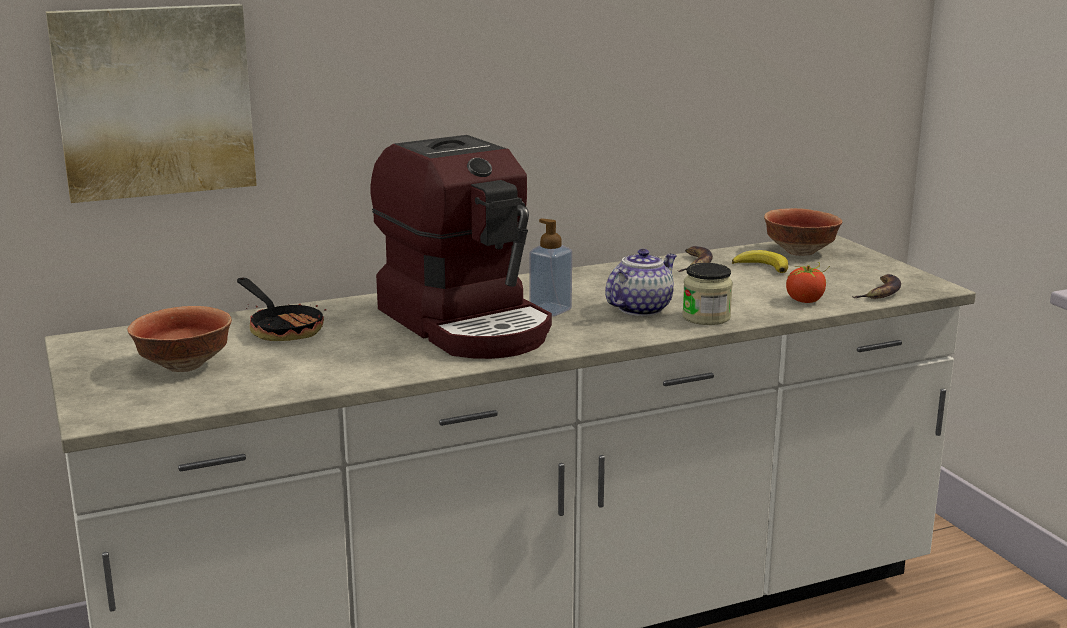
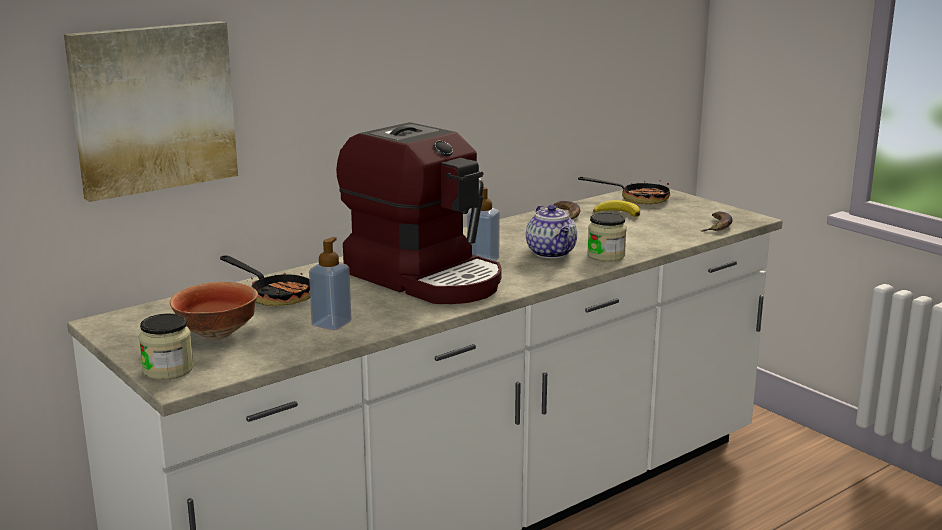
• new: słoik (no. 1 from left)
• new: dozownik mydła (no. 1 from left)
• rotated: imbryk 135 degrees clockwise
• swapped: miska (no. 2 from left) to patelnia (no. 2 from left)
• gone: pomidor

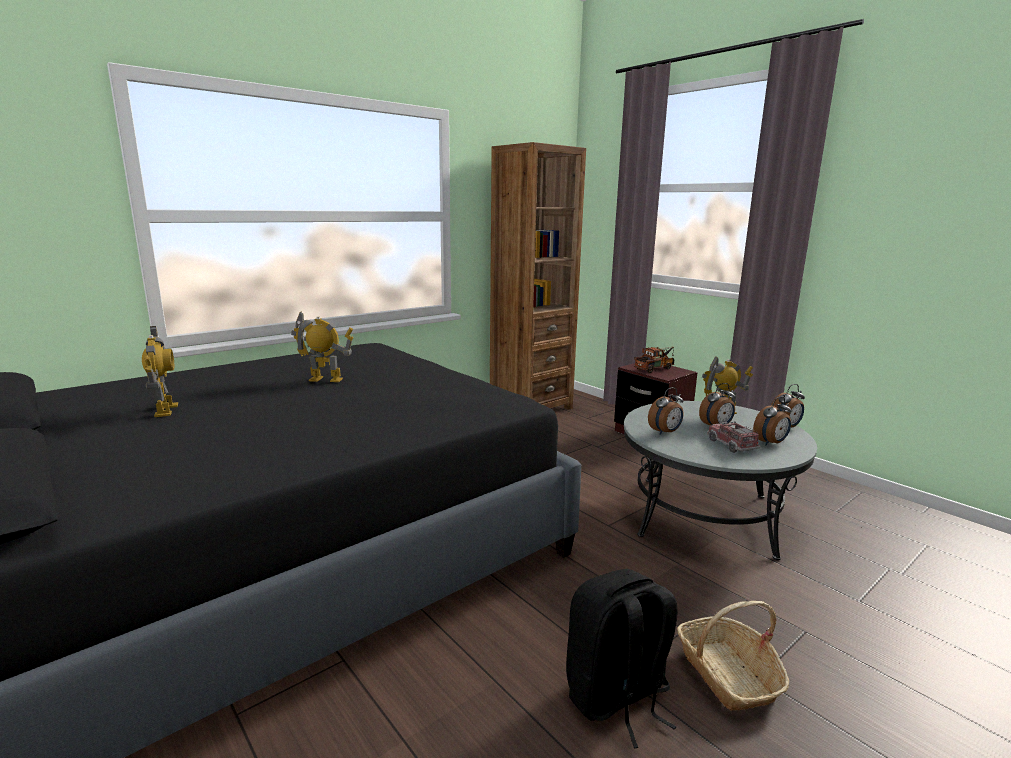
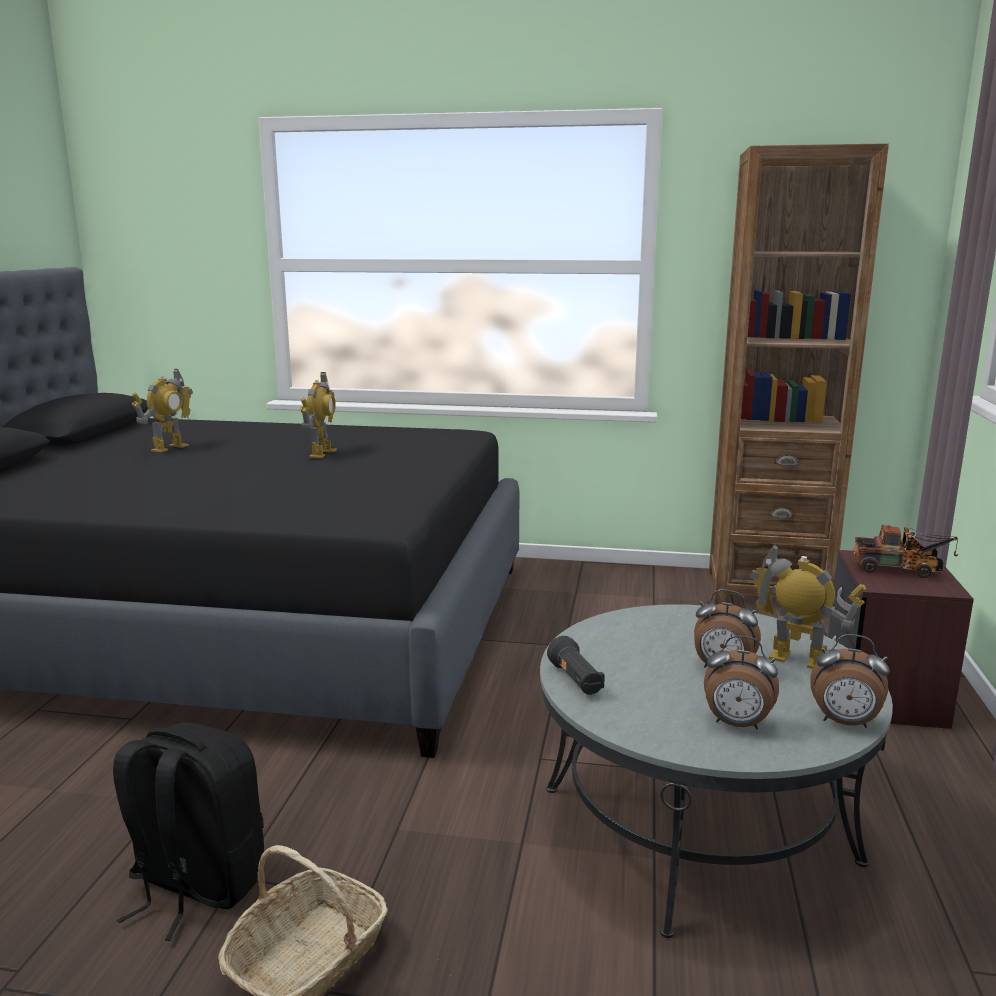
• rotated: robot zabawkowy (no. 2 from left) 45 degrees clockwise
• new: latarka (czarny)
• gone: budzik (no. 1 from left)
• gone: ciężarówka zabawkowa (no. 2 from left)

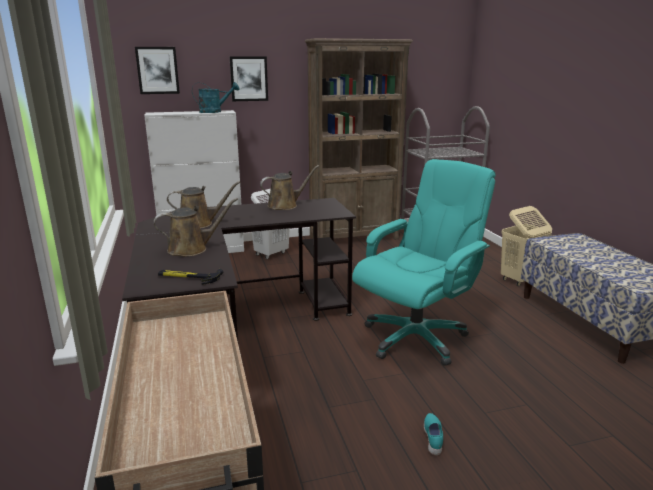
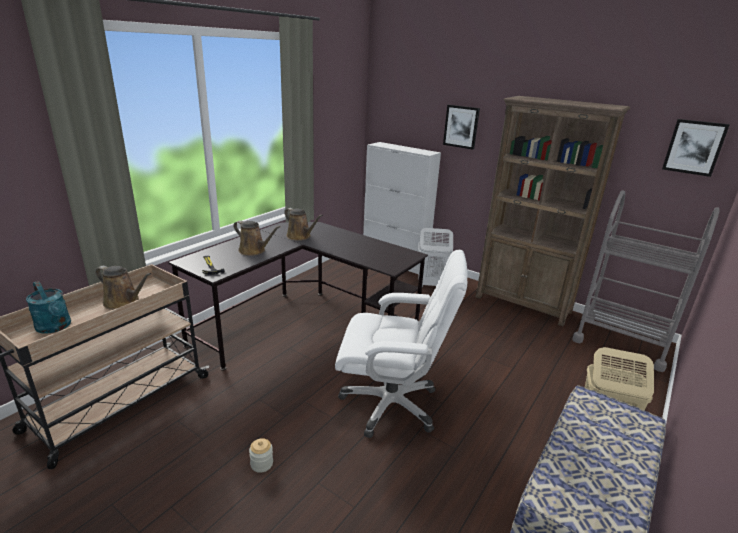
• shifted: konewka (turkusowy)
• shifted: konewka (brązowy) (no. 3 from left in the first image) to konewka (brązowy) (no. 1 from left)
• swapped: but (turkusowy) to słoik
• repainted: krzesło biurowe (turkusowy) to krzesło biurowe (biały)
• shifted: obraz (no. 1 from left in the first image) to obraz (no. 2 from left)

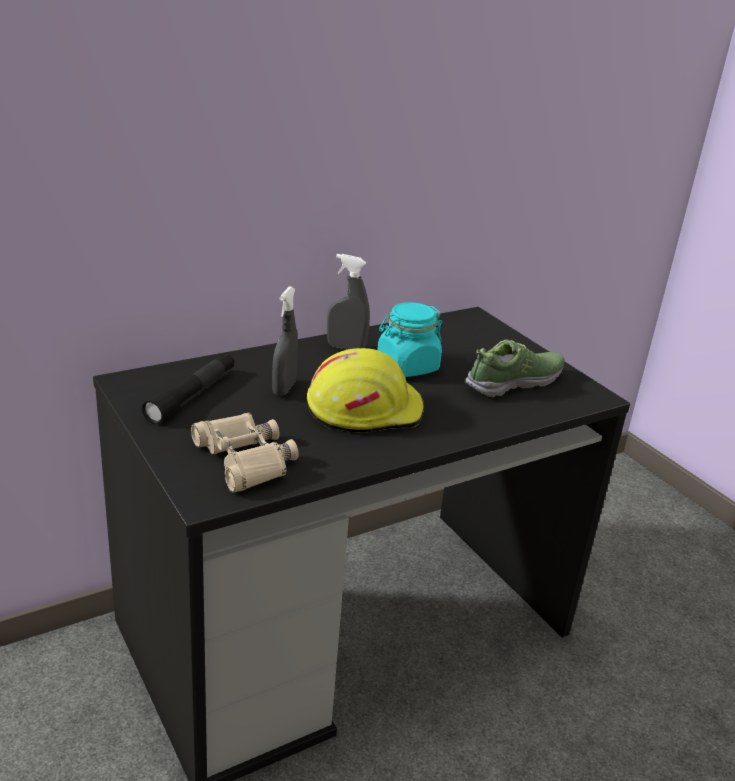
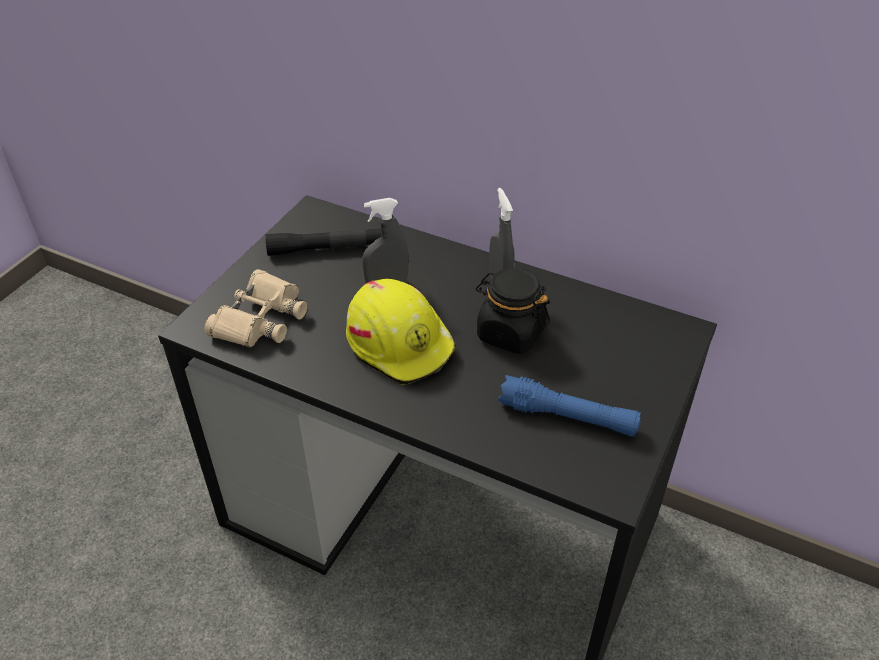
• repainted: słoik (turkusowy) to słoik (czarny)
• swapped: but to latarka (niebieski)

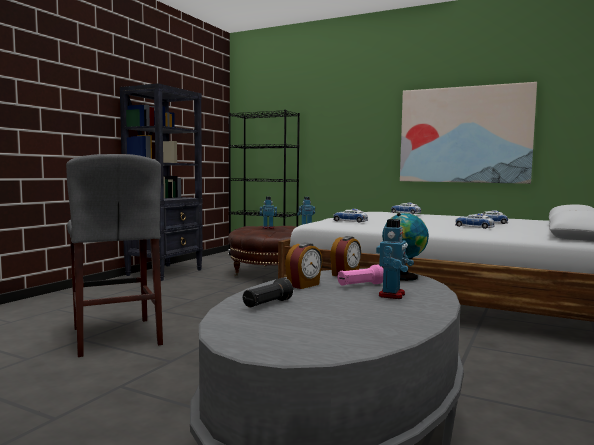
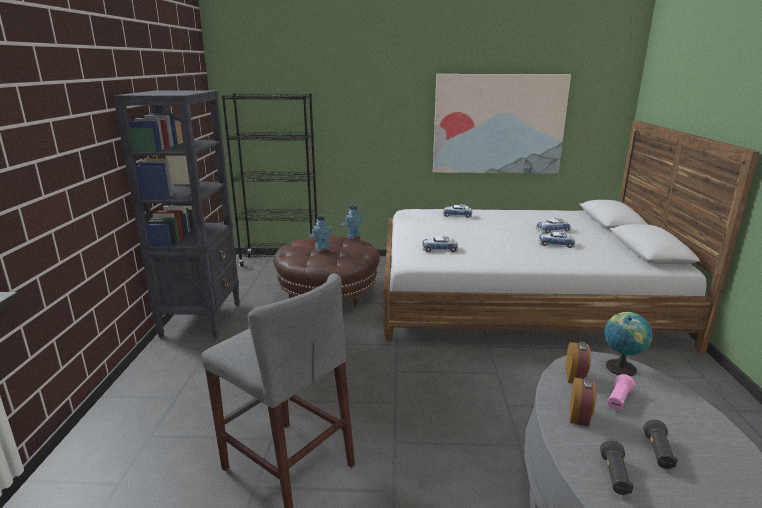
• new: latarka (czarny) (no. 2 from left)
• gone: robot zabawkowy (no. 3 from left)

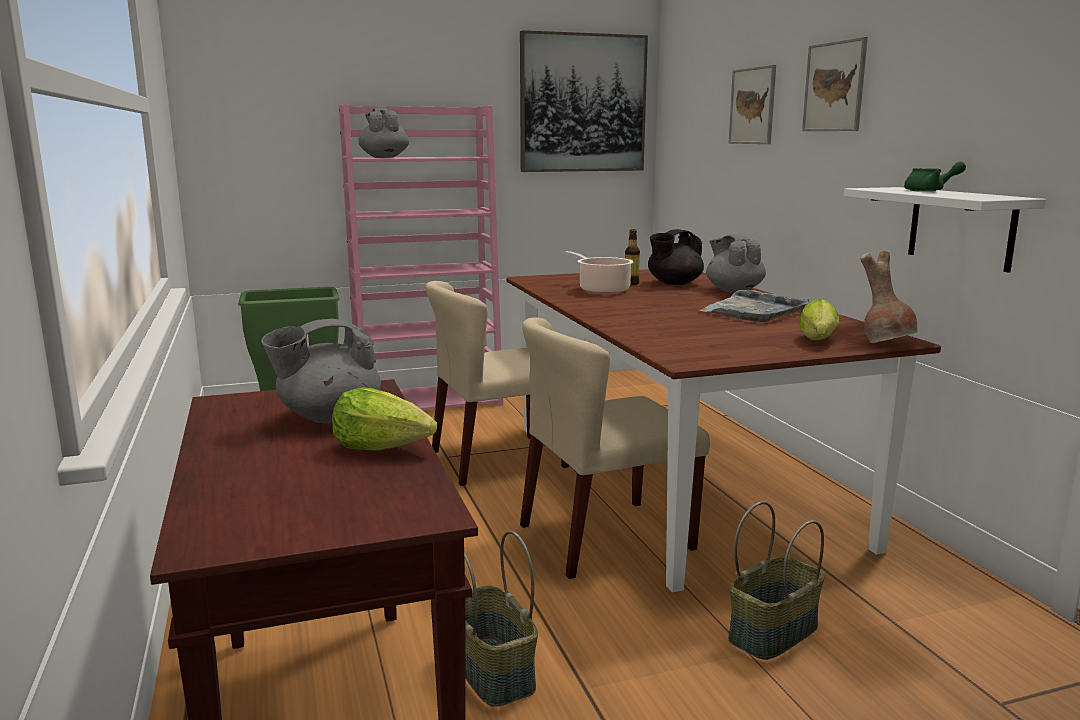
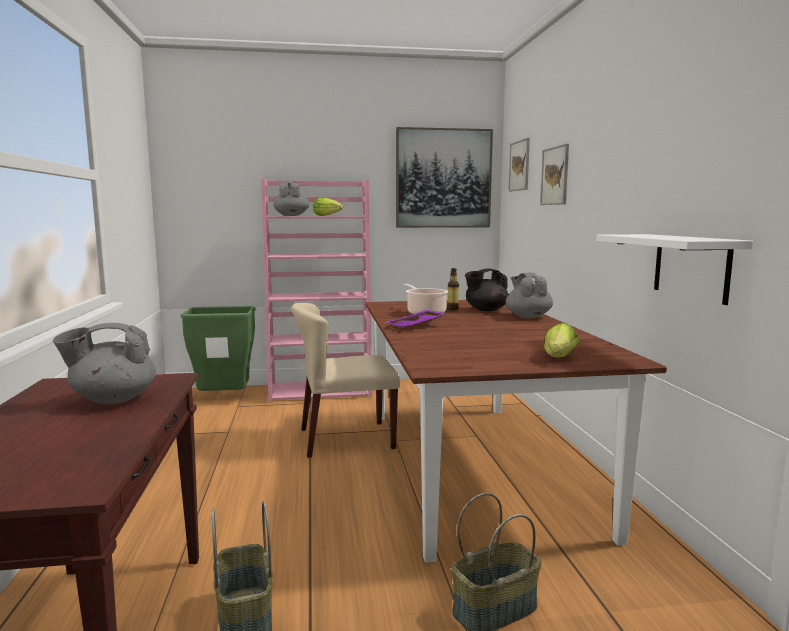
• shifted: sałata (no. 1 from left)
• new: taca (fioletowy)
• shifted: obraz (no. 3 from left in the first image) to obraz (no. 2 from left)
• gone: krzesło (beżowy) (no. 2 from left)
• gone: taca (szary)
• gone: wazon (brązowy)
• gone: imbryk (zielony)

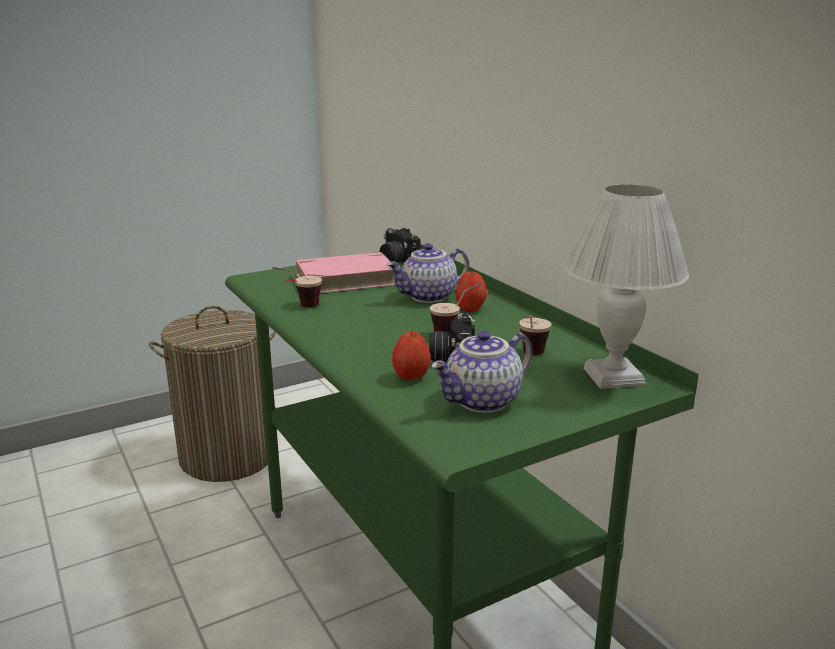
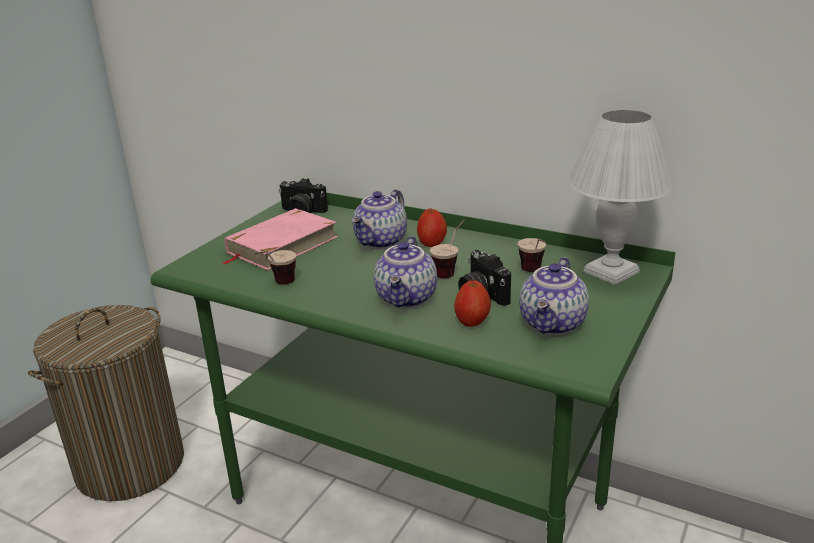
• new: imbryk (no. 2 from left)

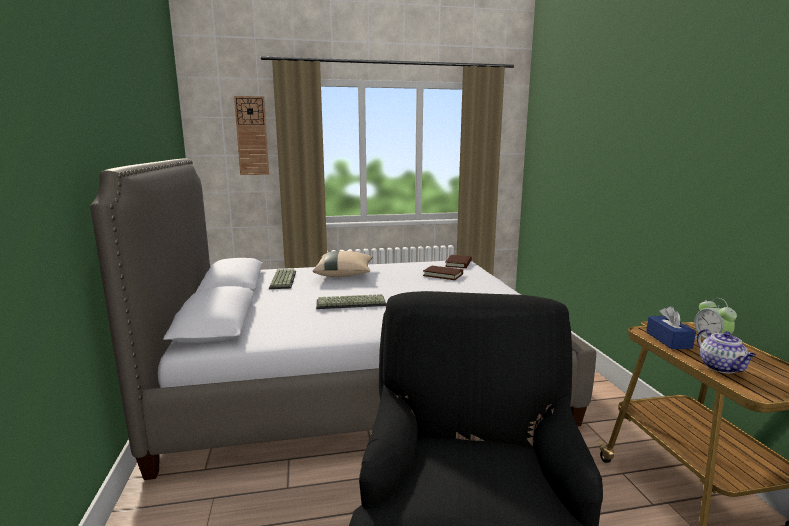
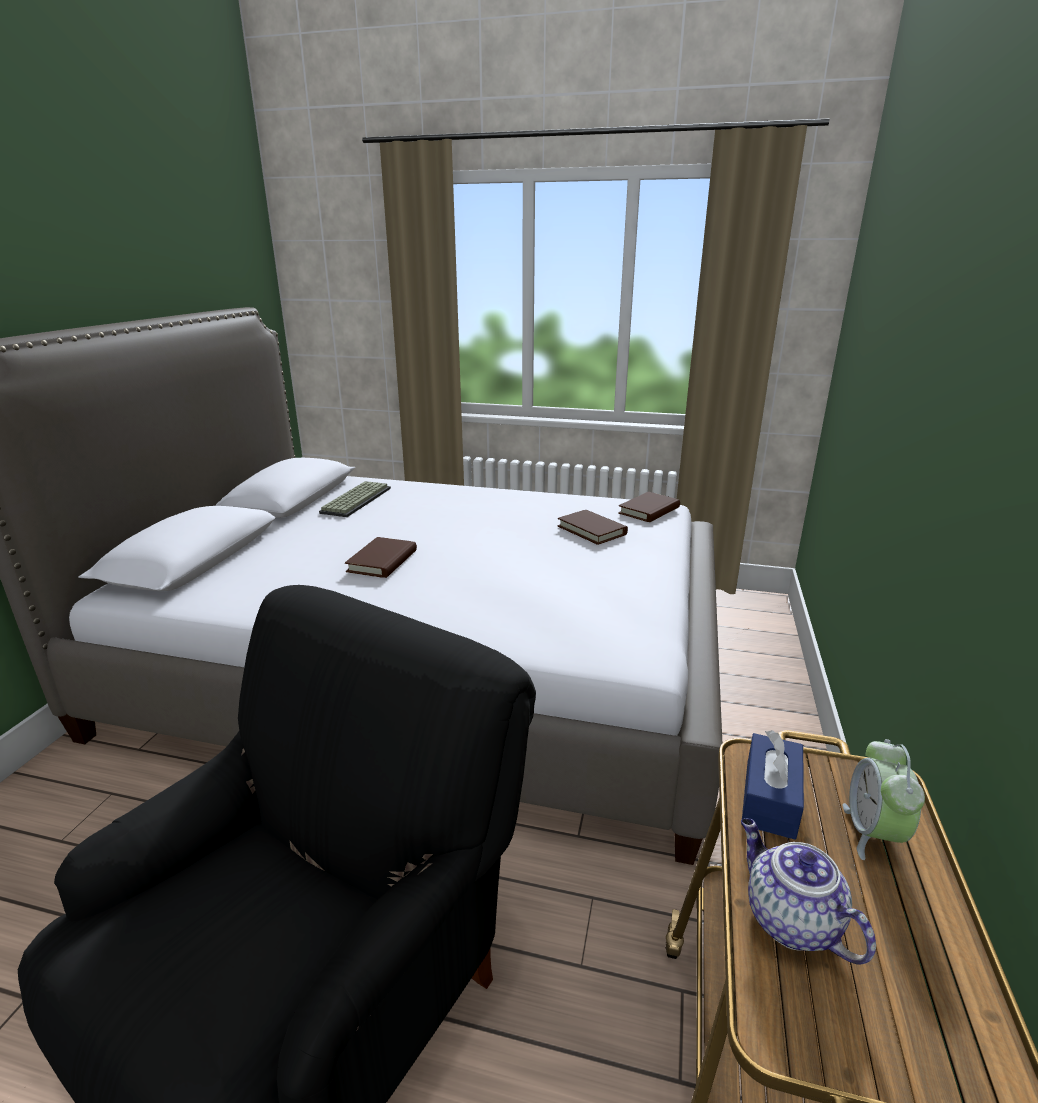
• swapped: klawiatura (no. 2 from left) to książka (brązowy) (no. 1 from left)
• rotated: imbryk 135 degrees clockwise
• gone: zegar ścienny
• gone: poduszka (beżowy)

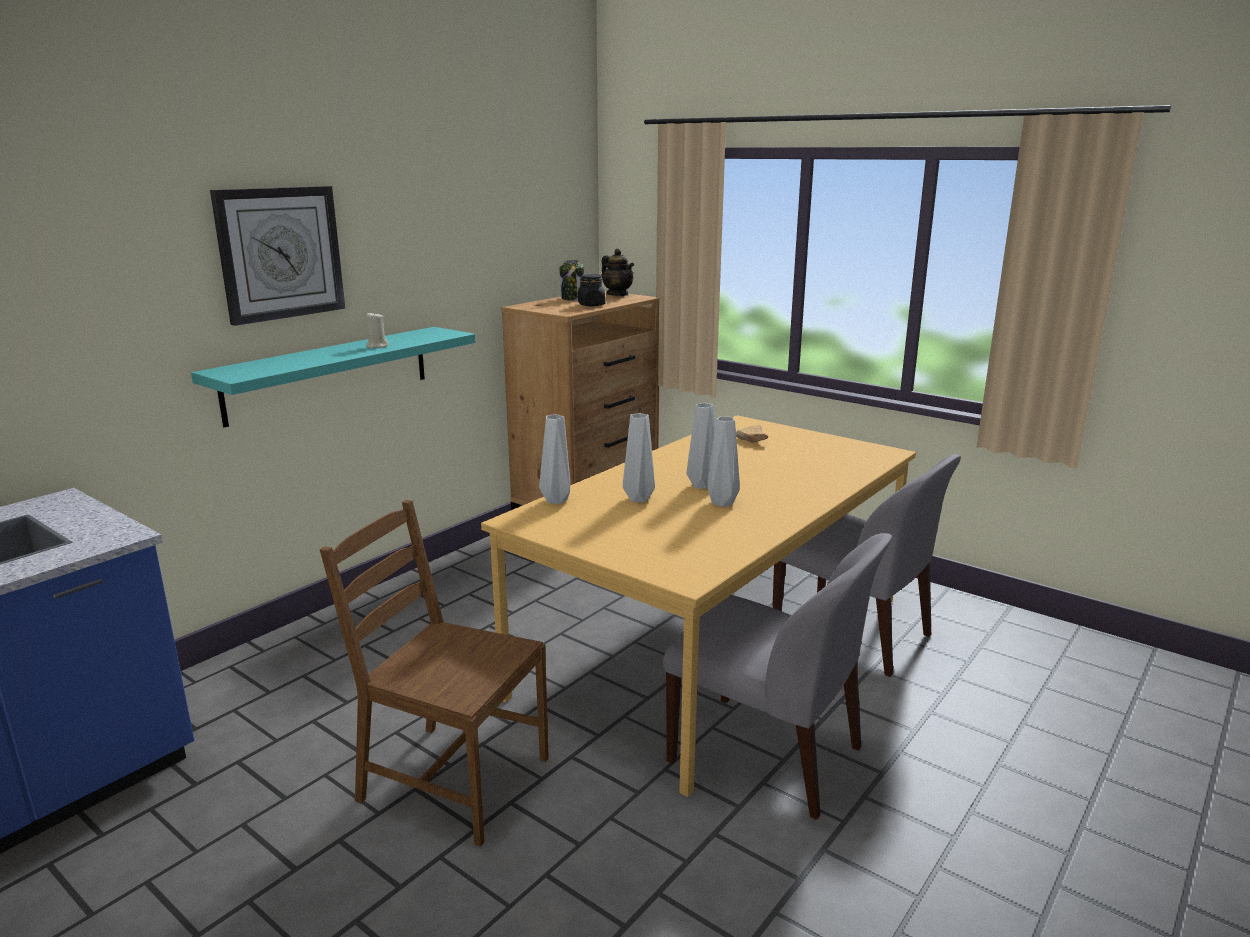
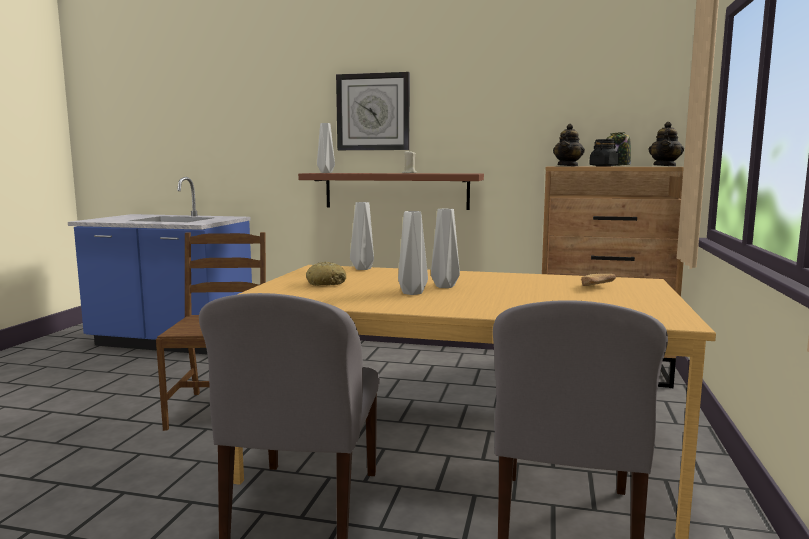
• repainted: półka (turkusowy) to półka (brązowy)
• new: chleb (no. 1 from left)
• shifted: wazon (szary) (no. 2 from left in the first image) to wazon (szary) (no. 1 from left)
• new: imbryk (no. 1 from left)

